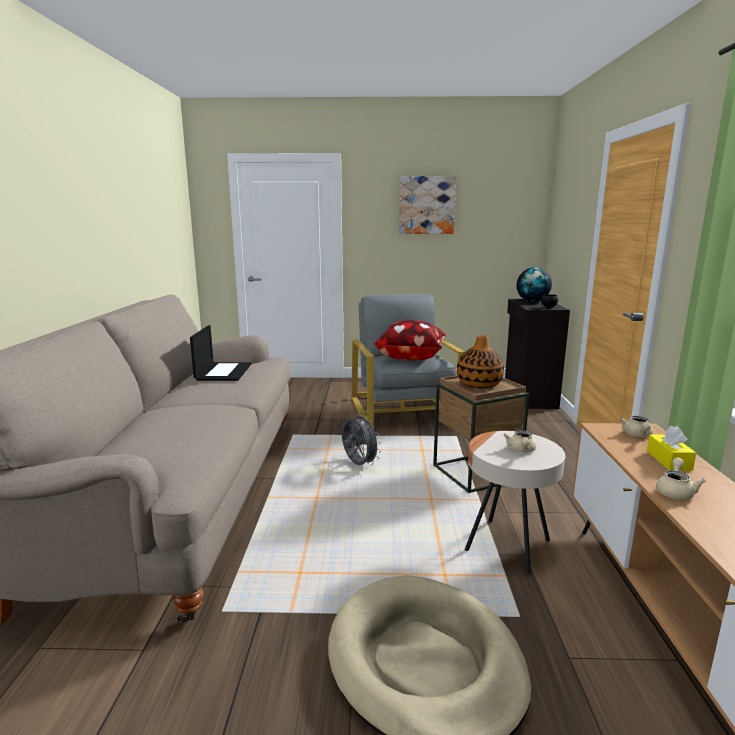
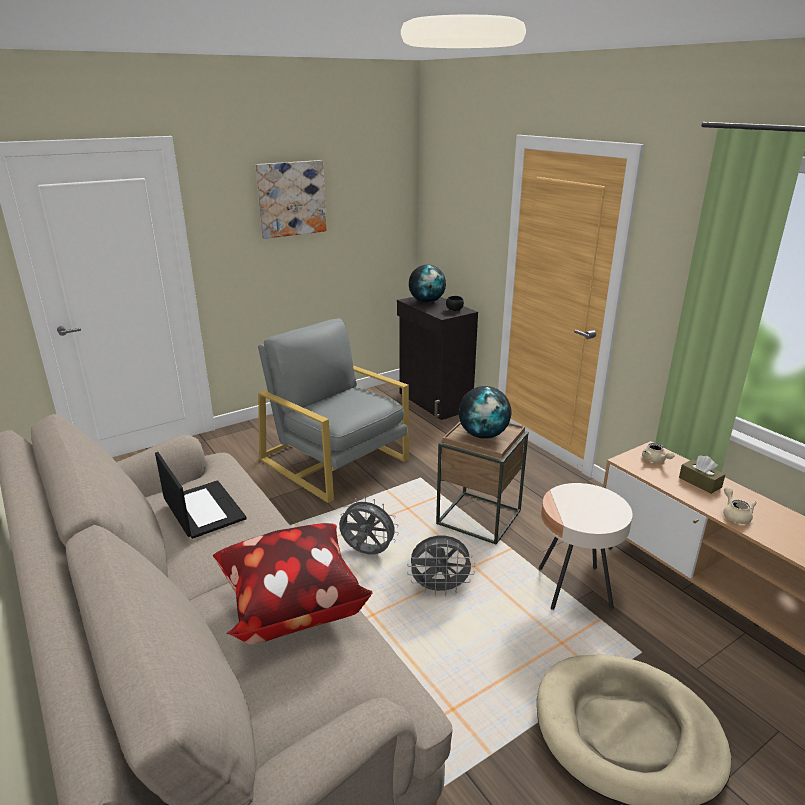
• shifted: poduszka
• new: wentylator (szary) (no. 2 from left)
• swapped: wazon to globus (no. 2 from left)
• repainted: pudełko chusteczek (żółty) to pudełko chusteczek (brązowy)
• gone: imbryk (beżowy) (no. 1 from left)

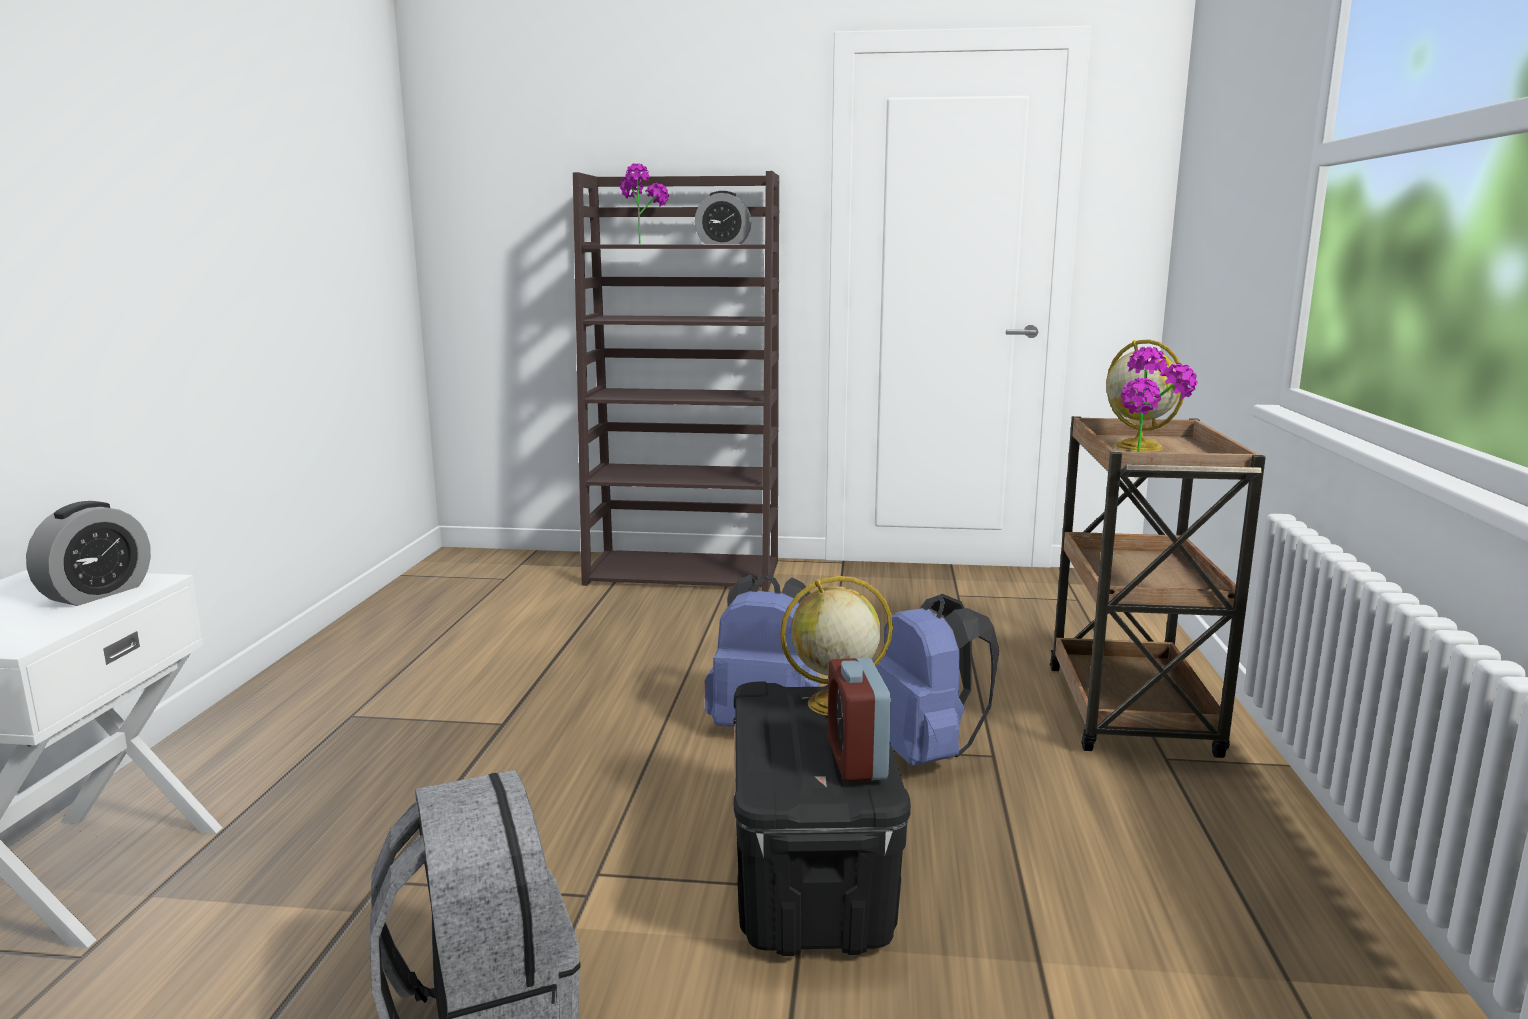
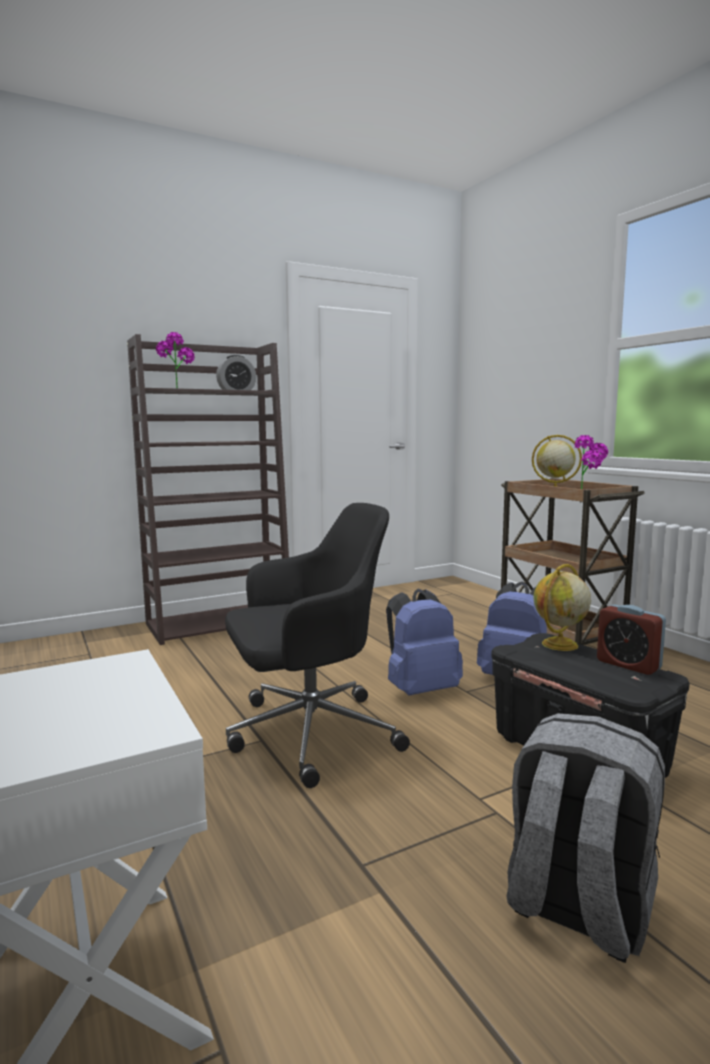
• new: krzesło biurowe (czarny)
• gone: budzik (no. 1 from left)

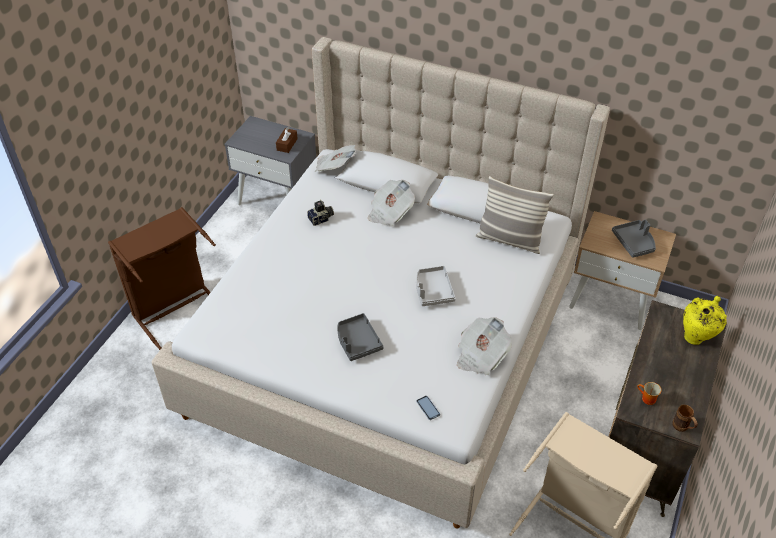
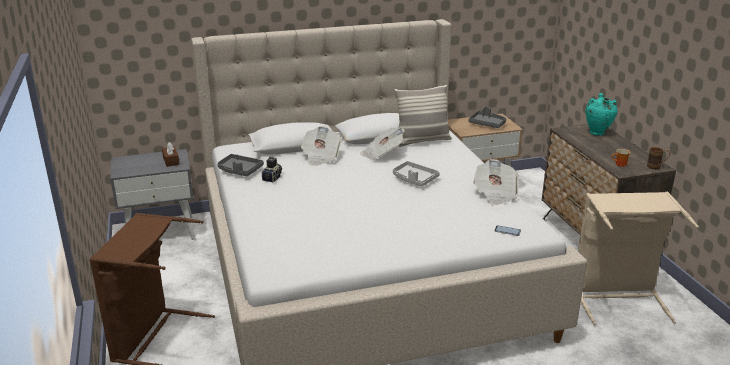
• shifted: taca (szary) (no. 1 from left)
• shifted: gazeta (no. 1 from left in the first image) to gazeta (no. 2 from left)
• repainted: wazon (żółty) to wazon (turkusowy)

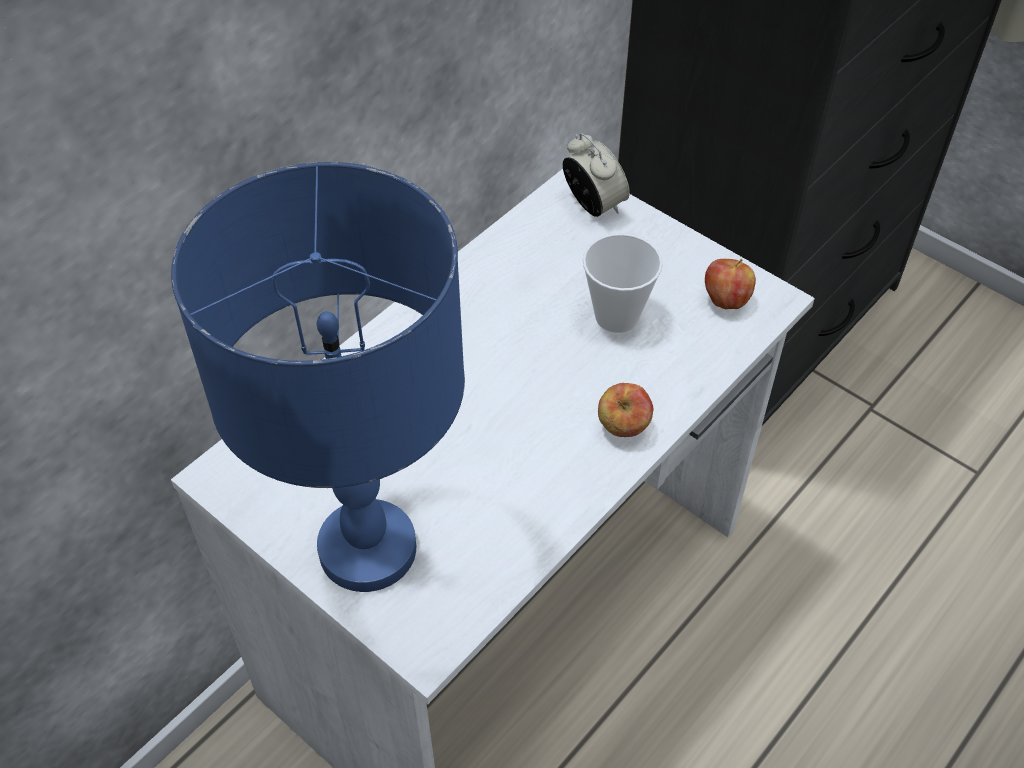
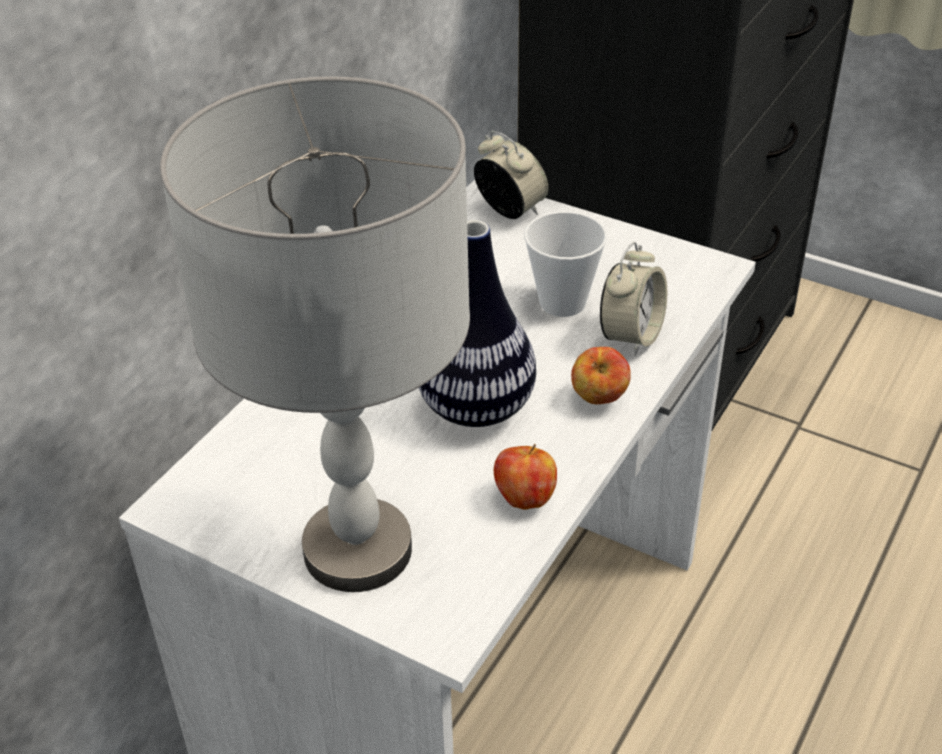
• repainted: lampa stołowa (niebieski) to lampa stołowa (szary)
• new: wazon
• shifted: jabłko (no. 2 from left in the first image) to jabłko (no. 1 from left)
• new: budzik (no. 2 from left)

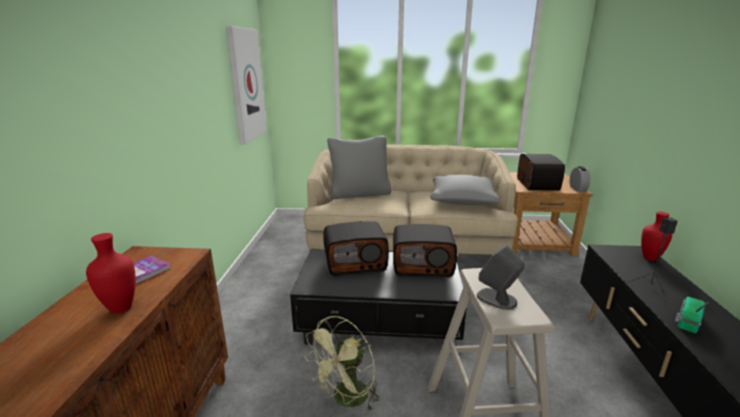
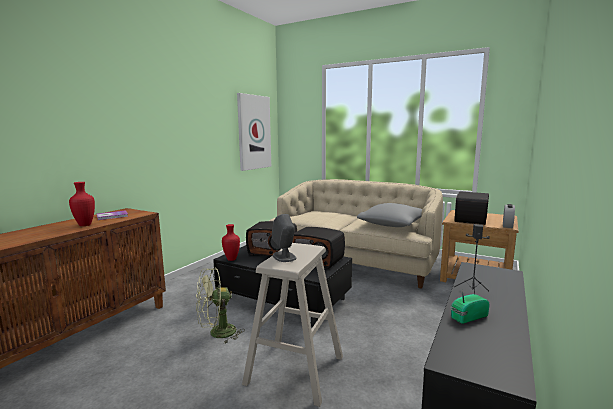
• shifted: wazon (czerwony) (no. 2 from left)
• gone: poduszka (szary) (no. 1 from left)

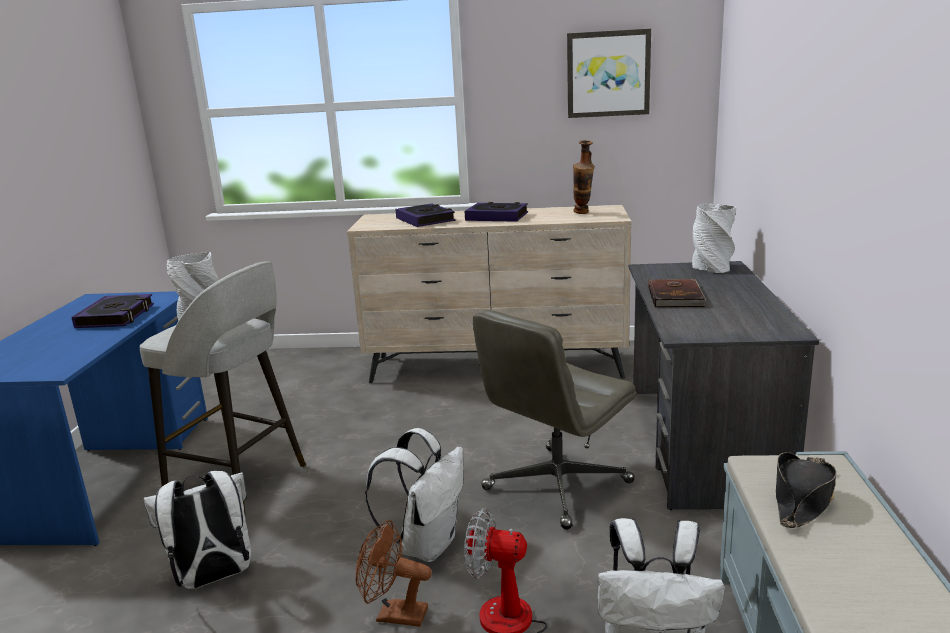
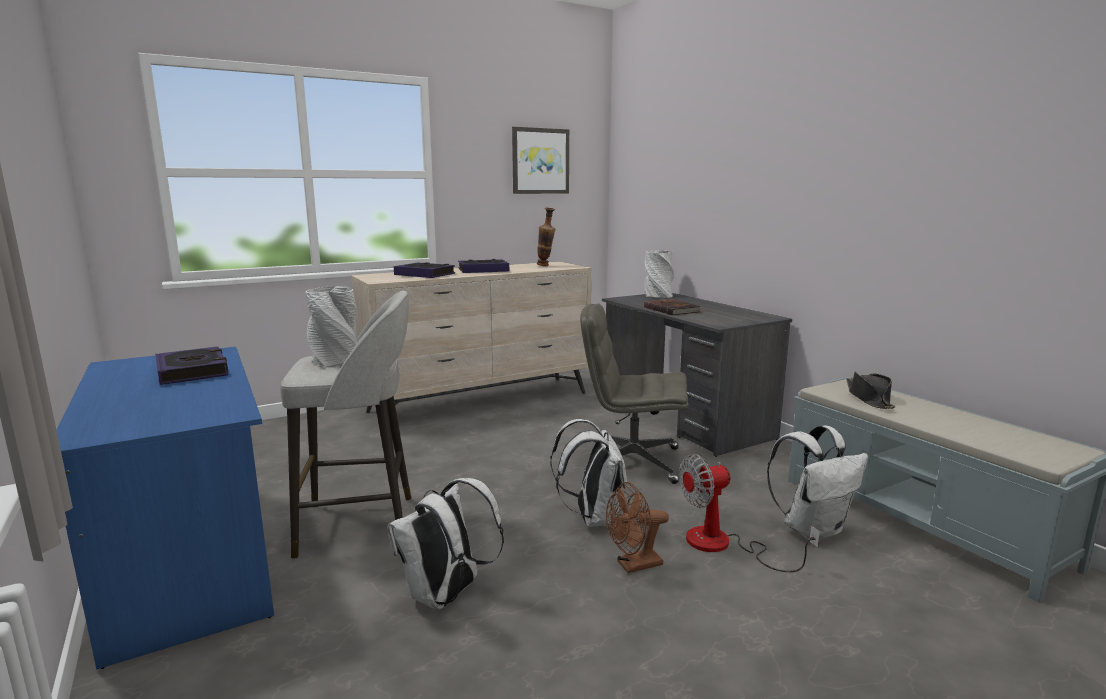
• rotated: krzesło biurowe (szary) 90 degrees clockwise

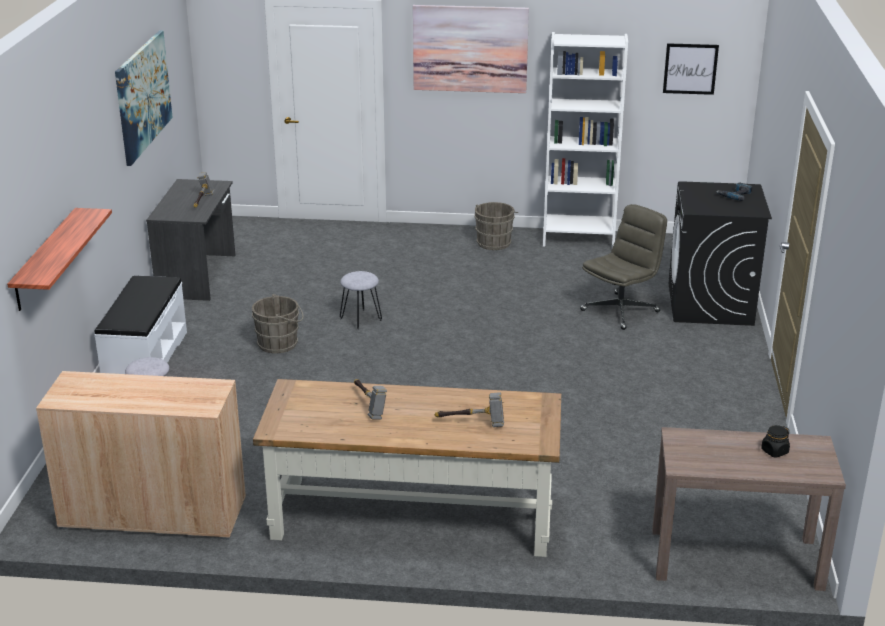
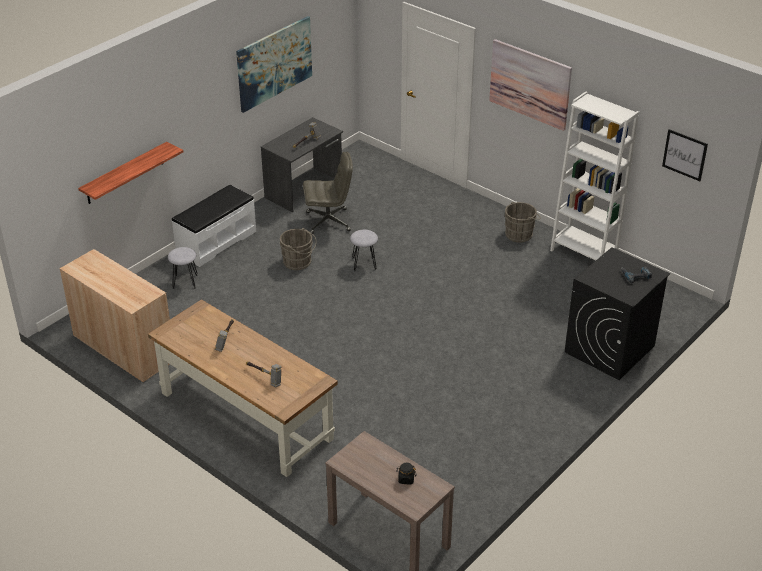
• shifted: krzesło biurowe (szary)

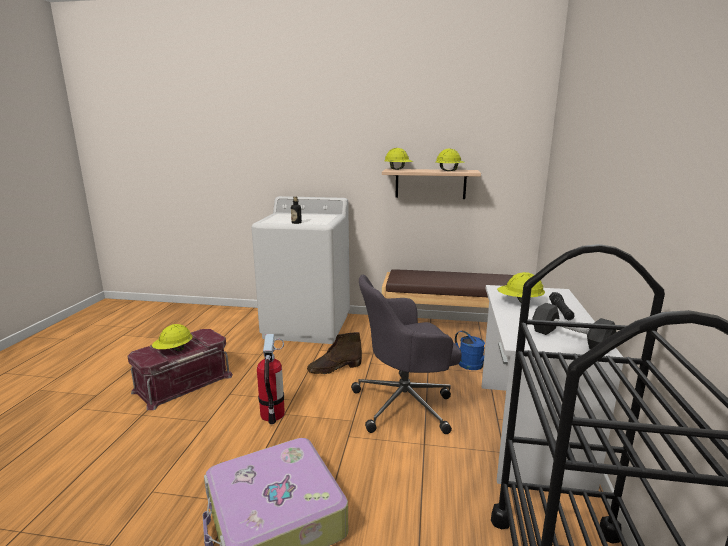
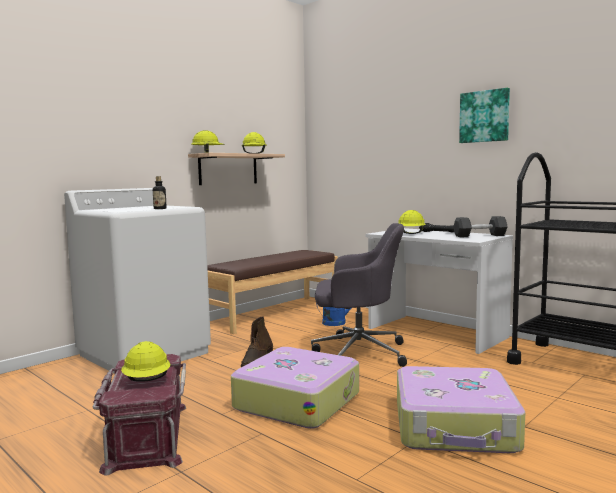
• swapped: gaśnica to walizka (no. 1 from left)
• rotated: krzesło biurowe (szary) 105 degrees counterclockwise
• new: obraz

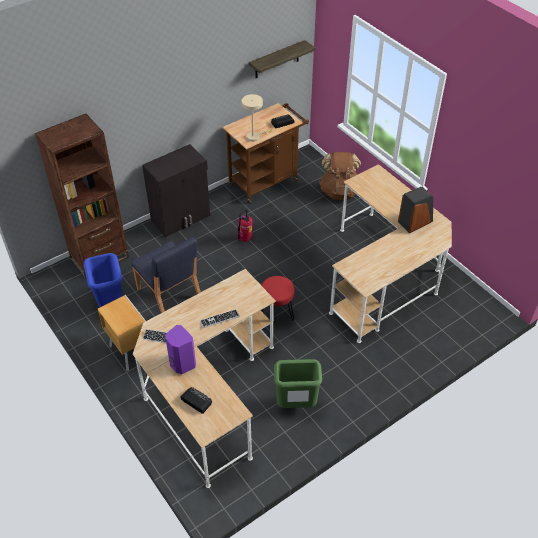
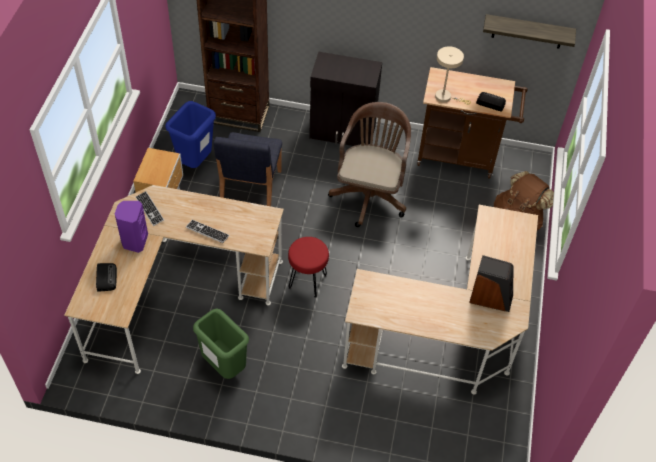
• swapped: gaśnica to krzesło biurowe (brązowy)

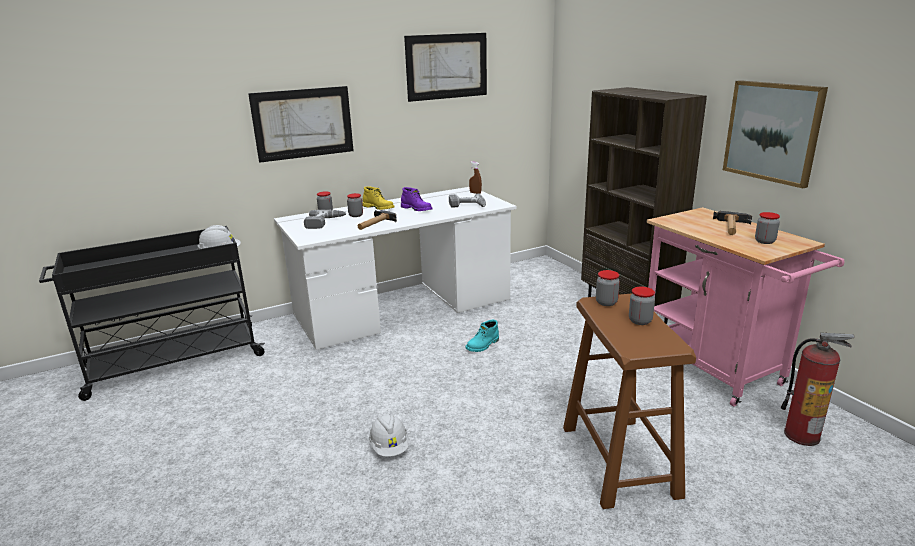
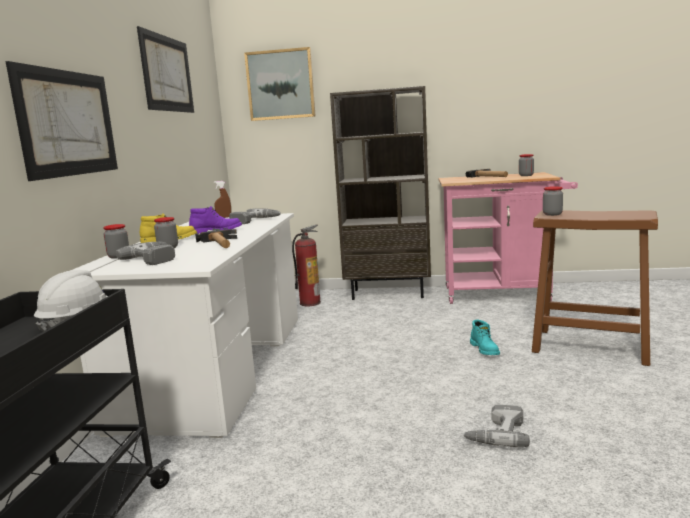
• shifted: obraz (no. 3 from left)
• shifted: gaśnica
• swapped: kask (biały) (no. 2 from left) to wiertarka (no. 3 from left)
• shifted: but z cholewką (turkusowy)
• gone: słoik (no. 4 from left)

